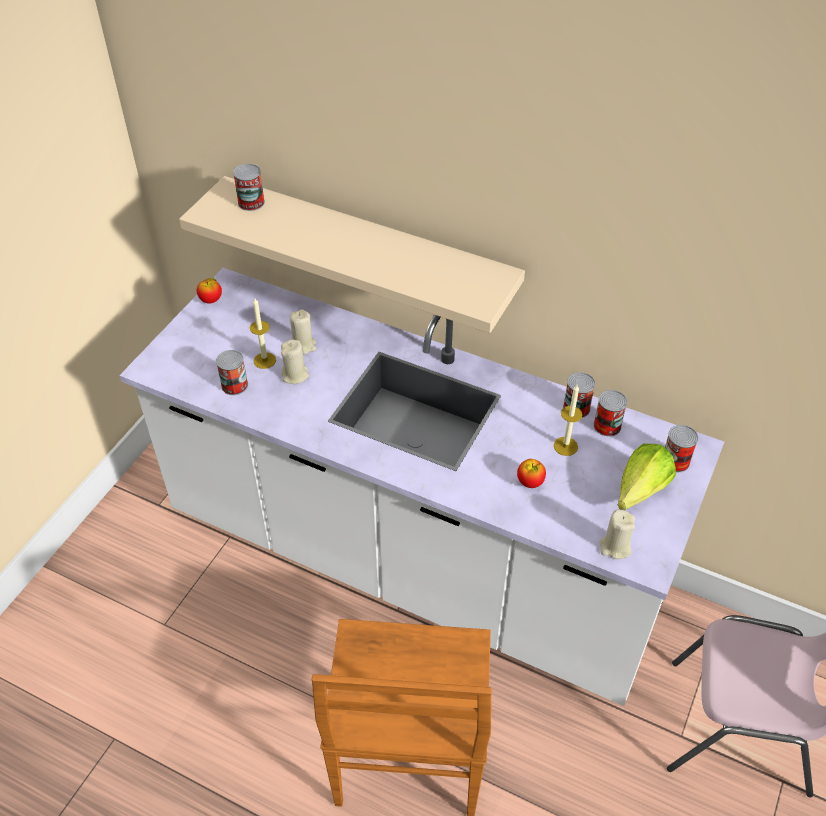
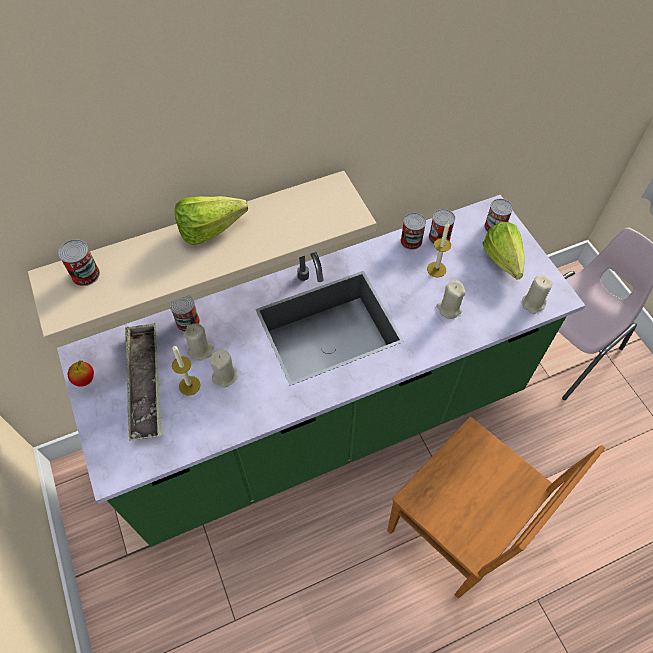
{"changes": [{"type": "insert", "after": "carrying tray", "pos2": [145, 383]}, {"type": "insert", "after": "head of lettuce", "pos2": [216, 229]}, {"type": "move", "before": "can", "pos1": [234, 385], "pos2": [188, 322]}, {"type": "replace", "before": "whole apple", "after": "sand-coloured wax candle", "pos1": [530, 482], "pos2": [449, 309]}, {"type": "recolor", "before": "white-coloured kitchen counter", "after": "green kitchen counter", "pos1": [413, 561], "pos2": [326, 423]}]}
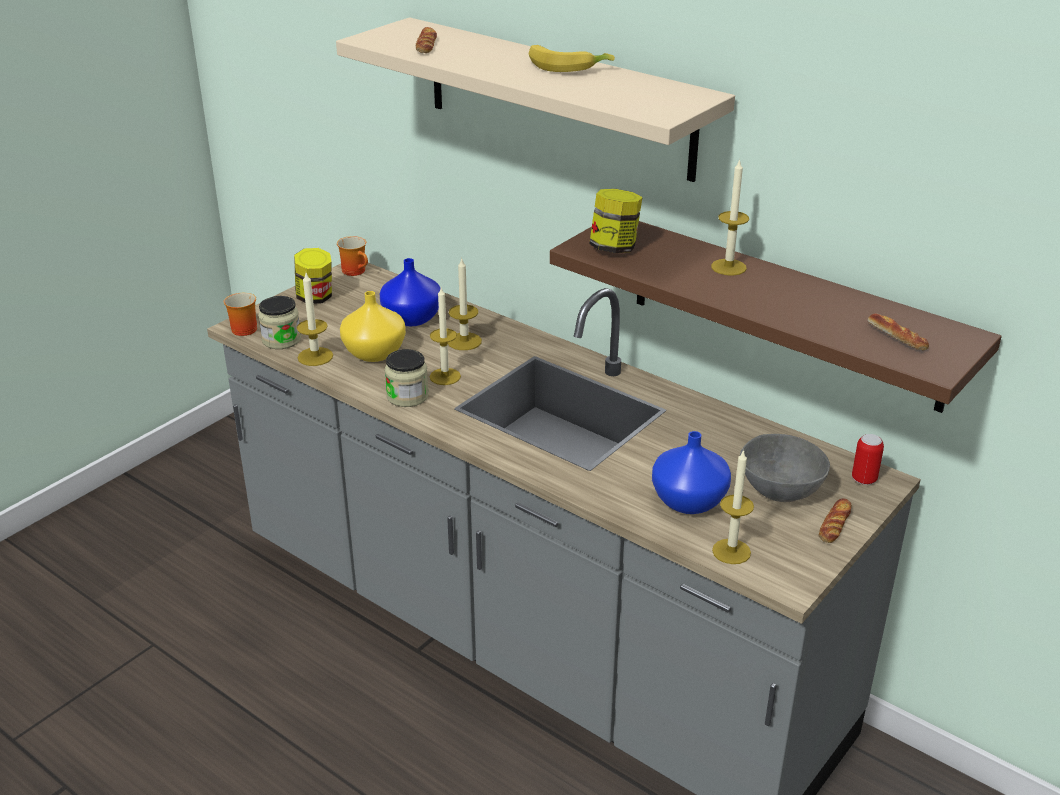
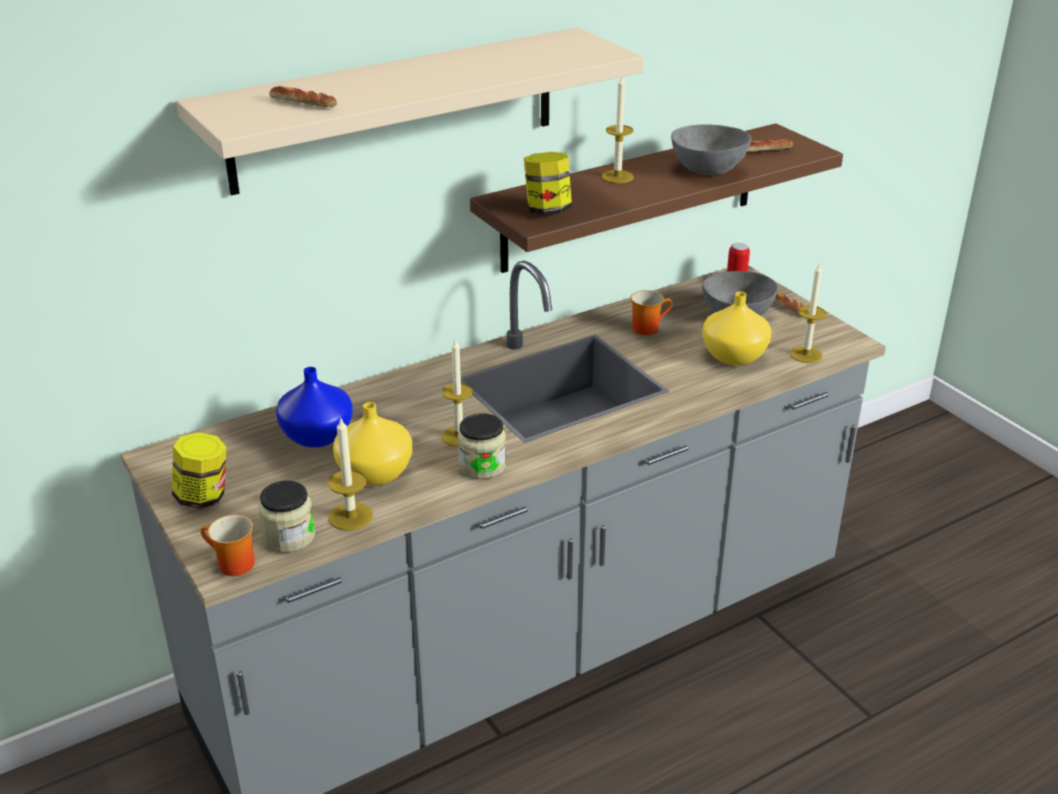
{"changes": [{"type": "delete", "before": "wax candle", "pos1": [464, 341]}, {"type": "delete", "before": "banana", "pos1": [567, 67]}, {"type": "insert", "after": "gray bowl", "pos2": [709, 171]}, {"type": "move", "before": "tea mug", "pos1": [357, 271], "pos2": [647, 327]}, {"type": "recolor", "before": "blue-coloured flower vase", "after": "yellow-coloured flower vase", "pos1": [687, 501], "pos2": [734, 357]}]}
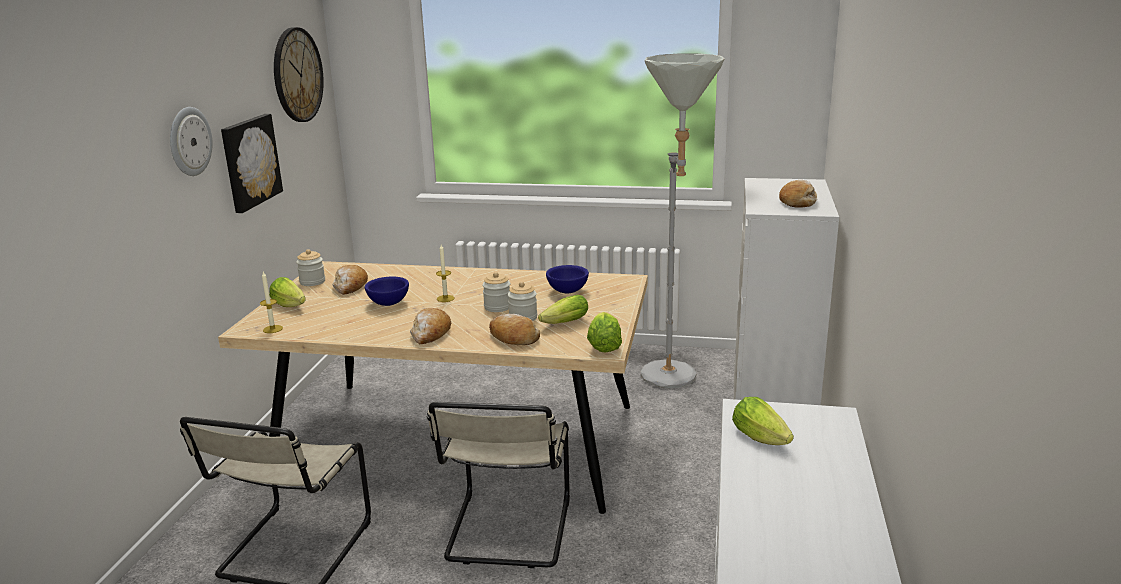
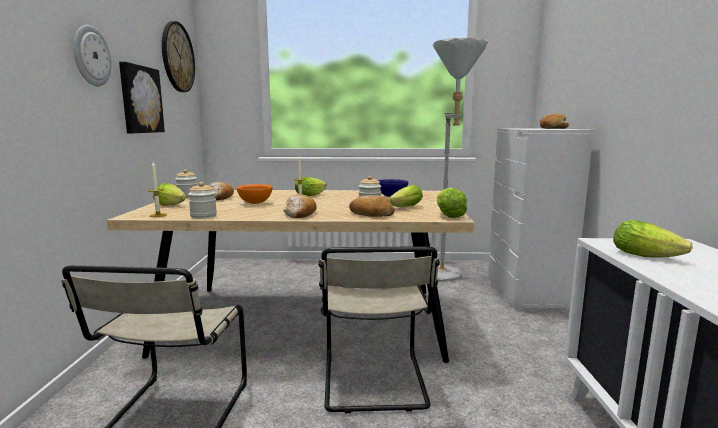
{"changes": [{"type": "insert", "after": "head of lettuce", "pos2": [312, 195]}, {"type": "move", "before": "preserve jar", "pos1": [497, 307], "pos2": [203, 216]}, {"type": "recolor", "before": "blue-coloured bowl", "after": "orange bowl", "pos1": [389, 303], "pos2": [256, 203]}]}
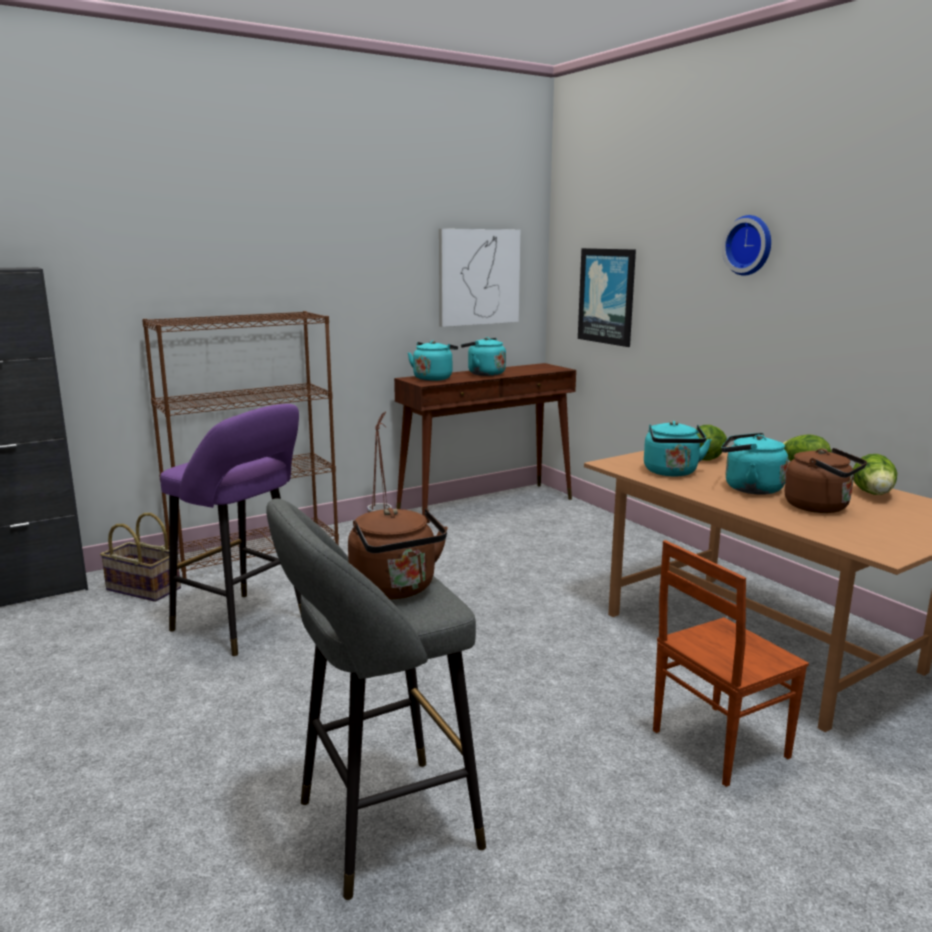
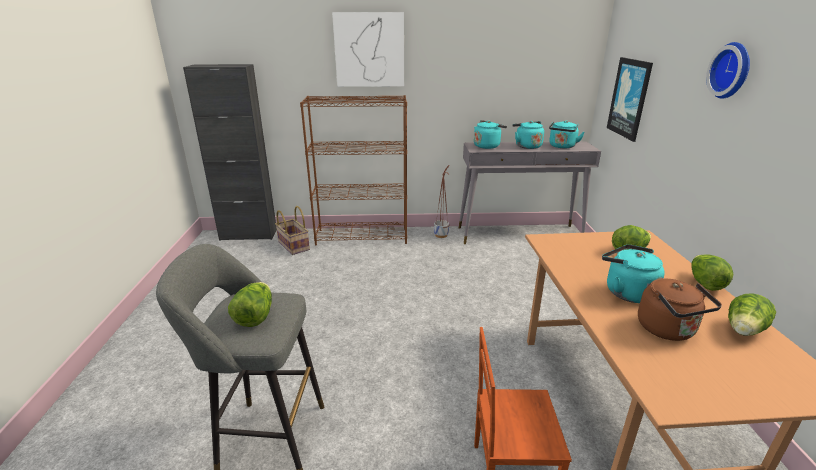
{"changes": [{"type": "delete", "before": "purplish stool", "pos1": [245, 625]}, {"type": "move", "before": "picture", "pos1": [478, 277], "pos2": [369, 50]}, {"type": "move", "before": "blue-green water kettle", "pos1": [671, 473], "pos2": [562, 146]}, {"type": "replace", "before": "brown water kettle", "after": "head of lettuce", "pos1": [396, 589], "pos2": [255, 316]}, {"type": "recolor", "before": "brown console table", "after": "gray console table", "pos1": [487, 506], "pos2": [520, 234]}]}
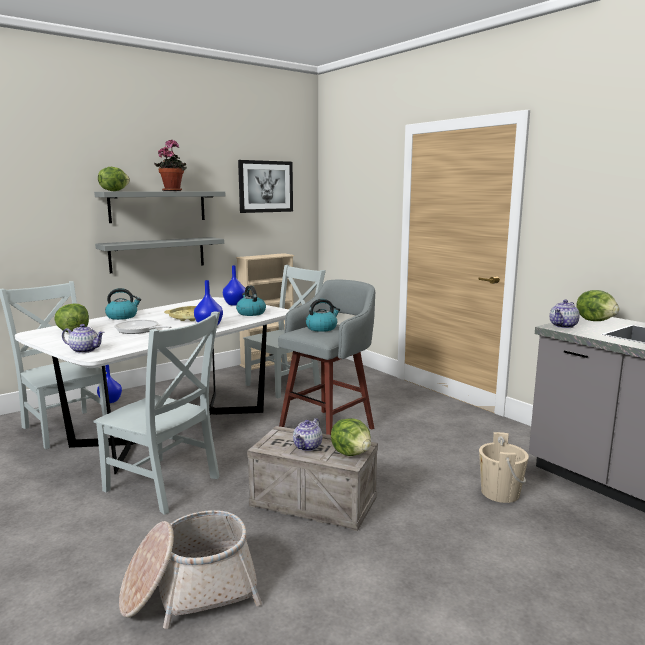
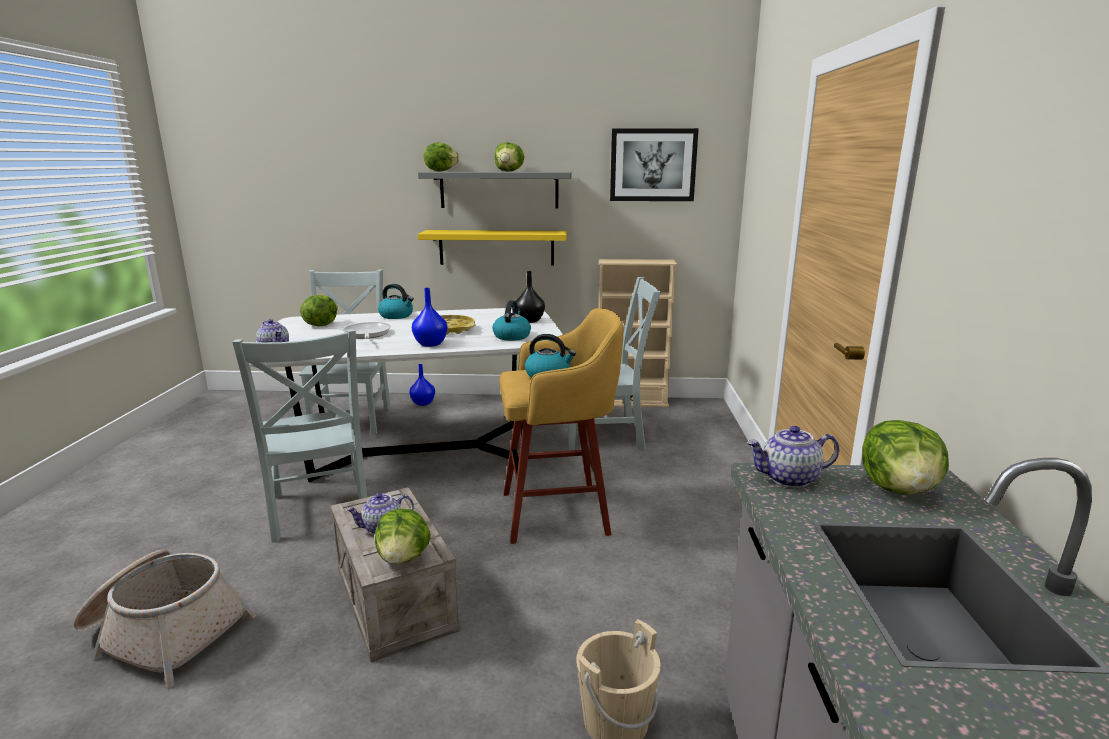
{"changes": [{"type": "replace", "before": "potted plant", "after": "head of lettuce", "pos1": [173, 191], "pos2": [509, 171]}, {"type": "recolor", "before": "gray shelf", "after": "yellow-coloured shelf", "pos1": [157, 254], "pos2": [496, 247]}, {"type": "recolor", "before": "blue-coloured flower vase", "after": "black-coloured flower vase", "pos1": [235, 304], "pos2": [529, 321]}, {"type": "recolor", "before": "gray stool", "after": "yellow-coloured stool", "pos1": [329, 428], "pos2": [559, 513]}]}
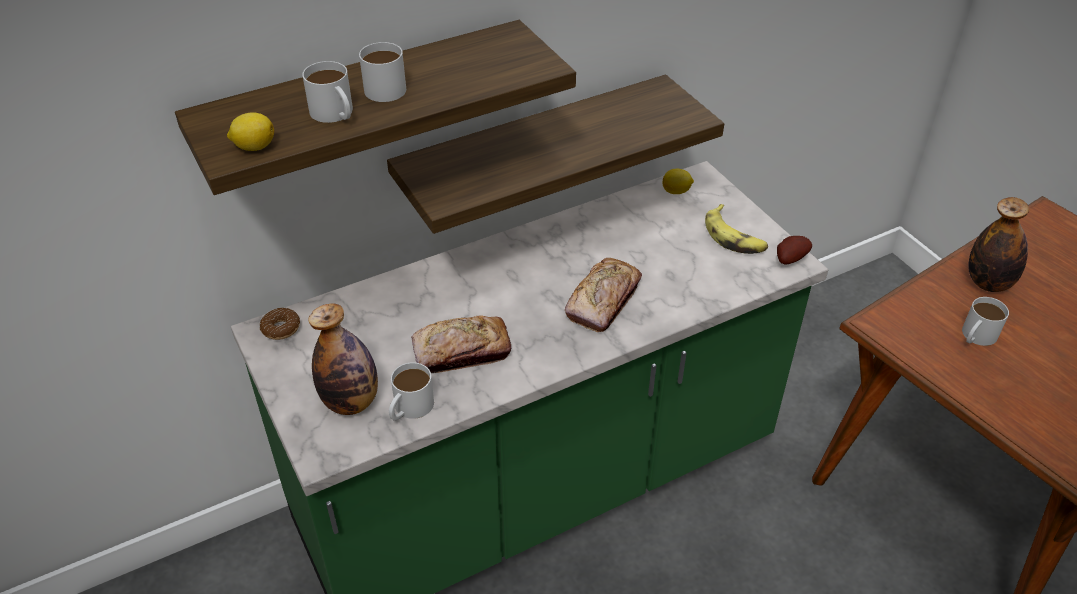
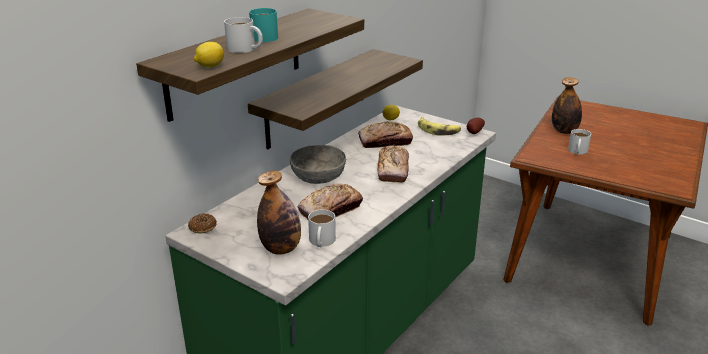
{"changes": [{"type": "insert", "after": "gray bowl", "pos2": [318, 177]}, {"type": "insert", "after": "baked bread", "pos2": [385, 141]}, {"type": "recolor", "before": "white-coloured tea mug", "after": "blue-green tea mug", "pos1": [388, 85], "pos2": [264, 36]}]}
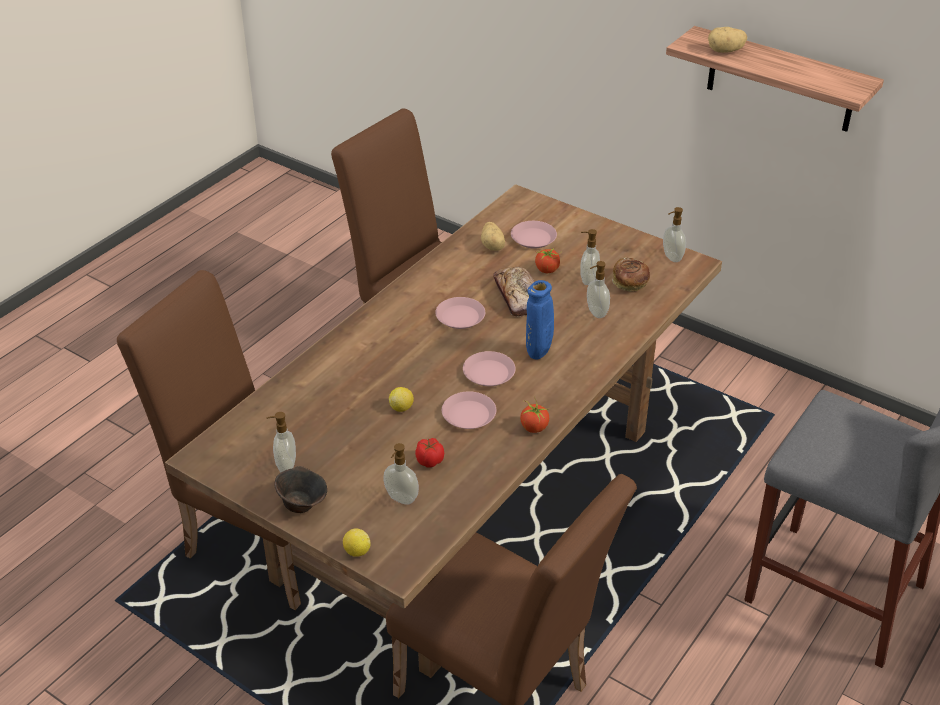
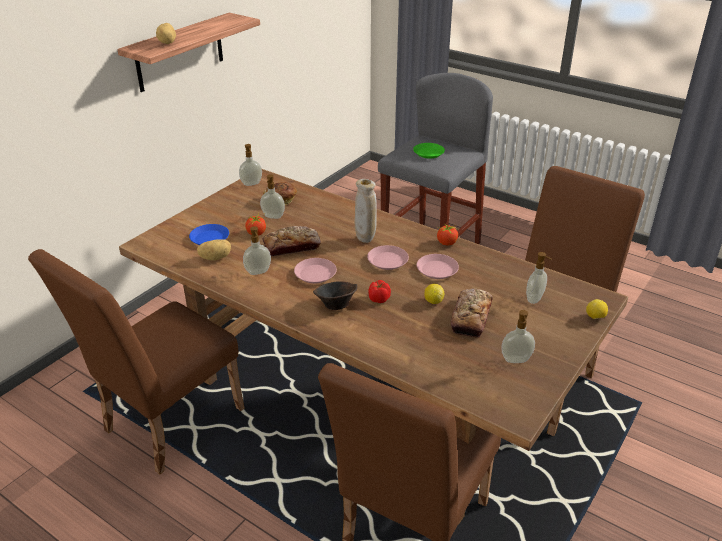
{"changes": [{"type": "insert", "after": "green dinner plate", "pos2": [428, 153]}, {"type": "insert", "after": "baked bread", "pos2": [471, 317]}, {"type": "move", "before": "brown bowl", "pos1": [302, 503], "pos2": [335, 305]}, {"type": "move", "before": "tomato", "pos1": [429, 460], "pos2": [378, 299]}, {"type": "move", "before": "liquid soap bottle", "pos1": [596, 312], "pos2": [258, 272]}, {"type": "recolor", "before": "pink-coloured dinner plate", "after": "blue-coloured dinner plate", "pos1": [533, 238], "pos2": [209, 238]}, {"type": "recolor", "before": "blue-coloured flower vase", "after": "sand-coloured flower vase", "pos1": [538, 355], "pos2": [365, 239]}]}
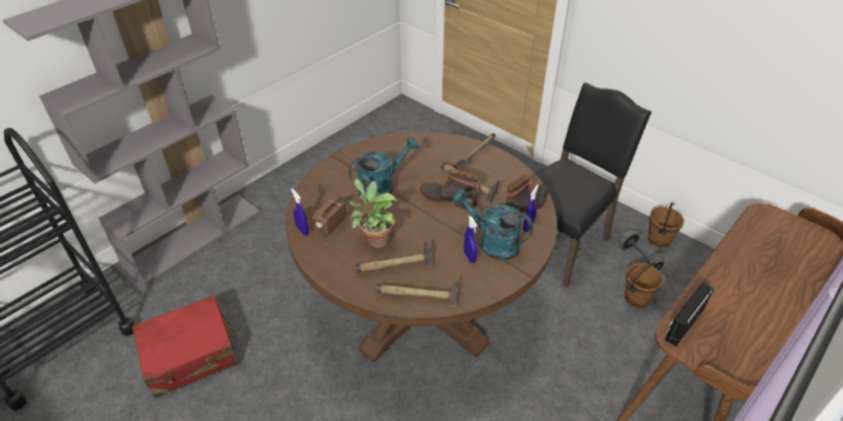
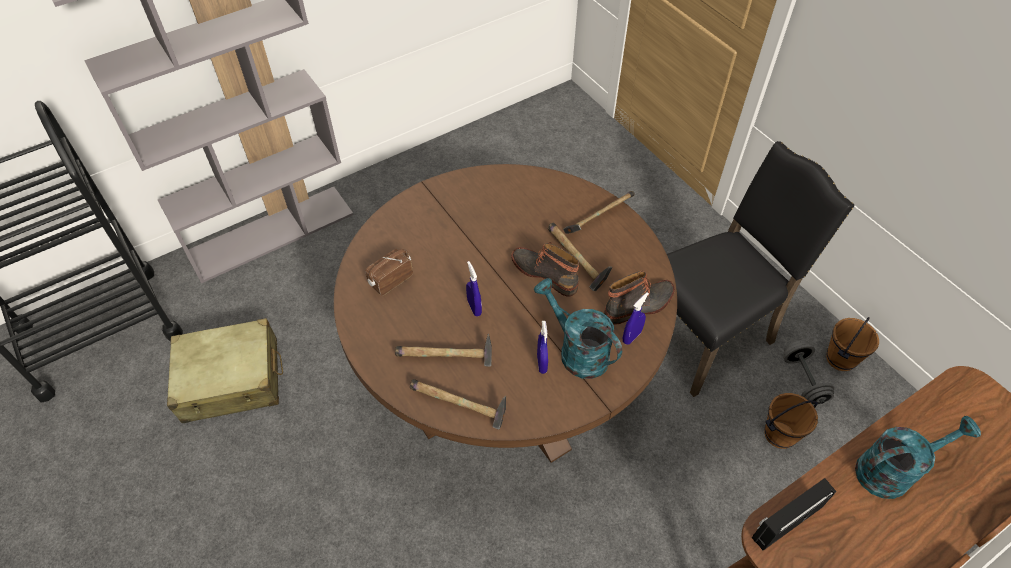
{"changes": [{"type": "delete", "before": "potted plant", "pos1": [374, 239]}, {"type": "move", "before": "blue-coloured sprayer", "pos1": [302, 230], "pos2": [474, 308]}, {"type": "move", "before": "blue-green sprinkling can", "pos1": [381, 187], "pos2": [892, 470]}, {"type": "recolor", "before": "red-coloured suitcase", "after": "sand-coloured suitcase", "pos1": [191, 355], "pos2": [231, 380]}]}
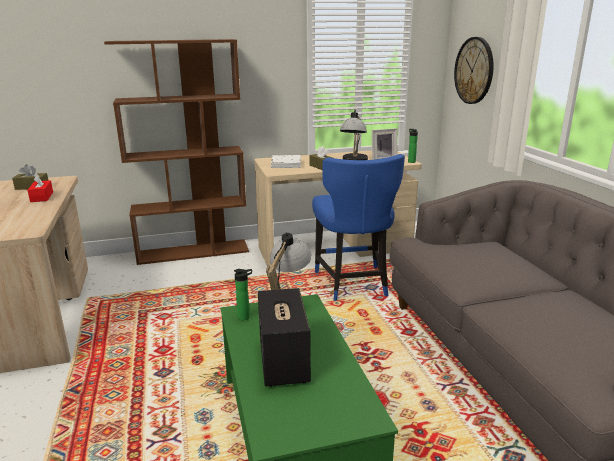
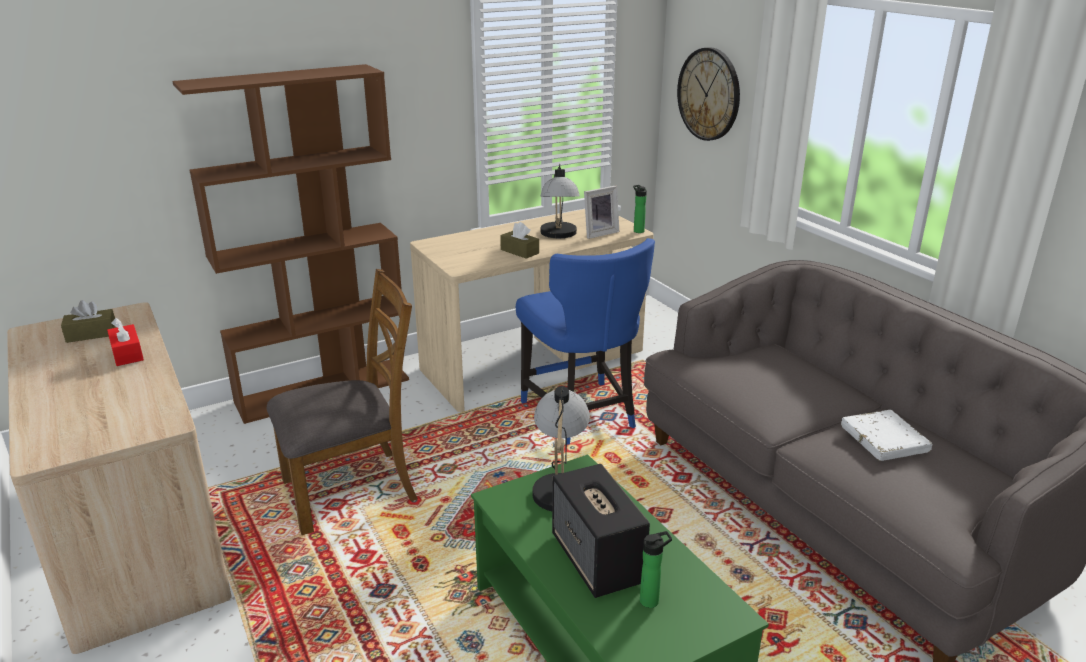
{"changes": [{"type": "insert", "after": "brown upright chair", "pos2": [351, 489]}, {"type": "move", "before": "beverage bottle", "pos1": [245, 317], "pos2": [652, 600]}, {"type": "move", "before": "white-coloured book", "pos1": [286, 164], "pos2": [884, 439]}]}
